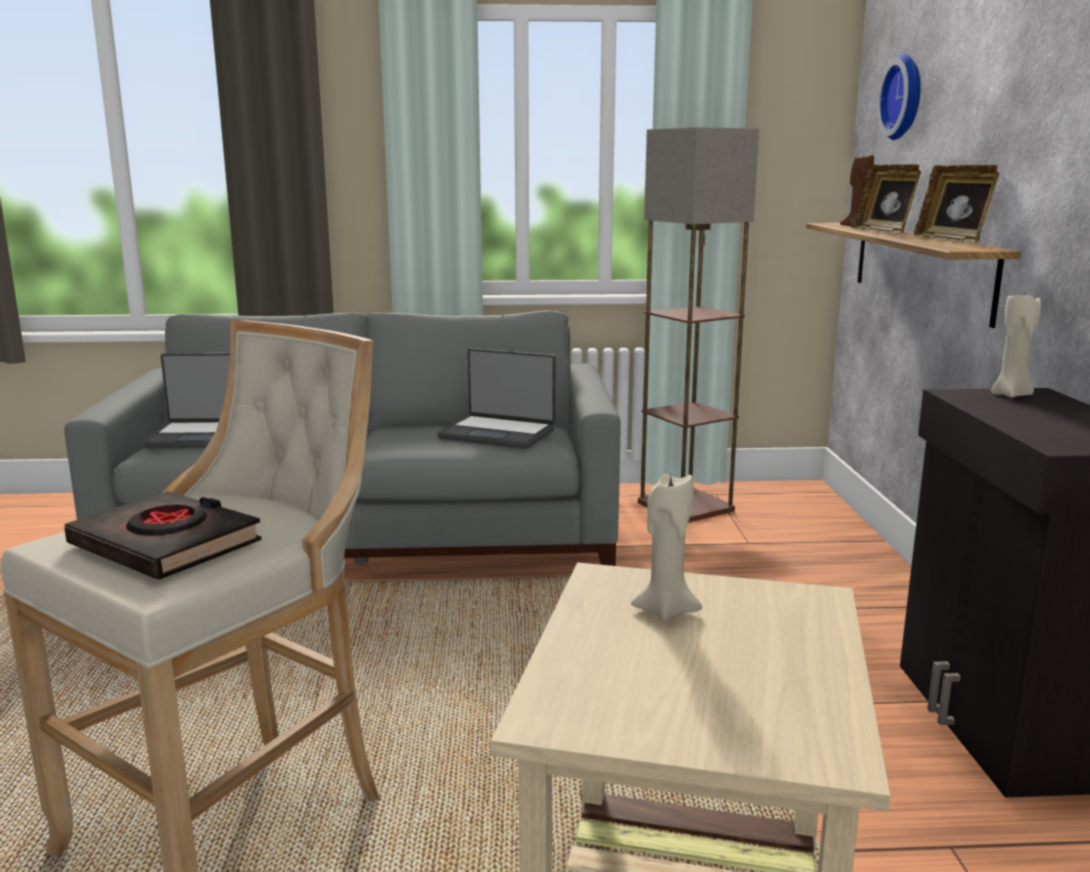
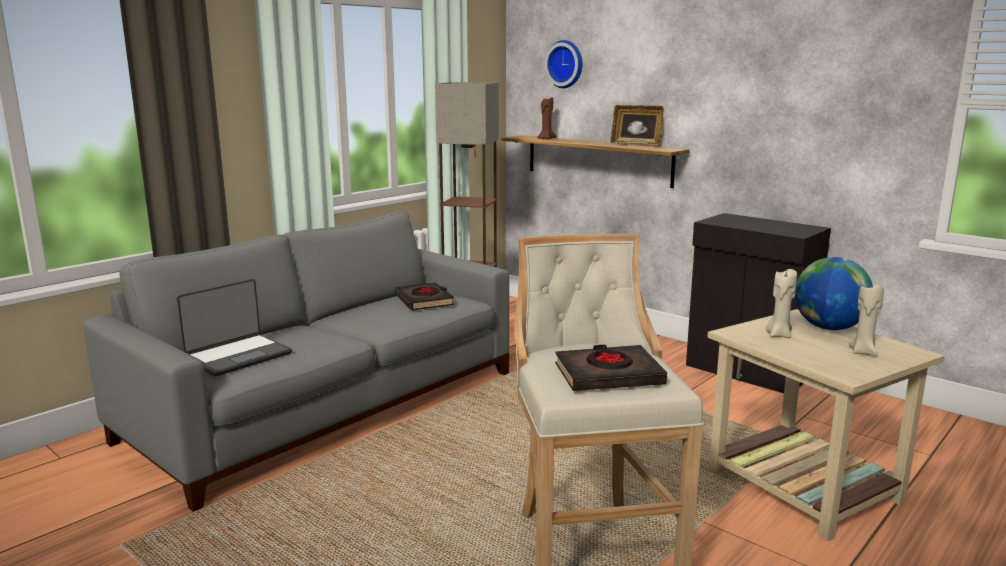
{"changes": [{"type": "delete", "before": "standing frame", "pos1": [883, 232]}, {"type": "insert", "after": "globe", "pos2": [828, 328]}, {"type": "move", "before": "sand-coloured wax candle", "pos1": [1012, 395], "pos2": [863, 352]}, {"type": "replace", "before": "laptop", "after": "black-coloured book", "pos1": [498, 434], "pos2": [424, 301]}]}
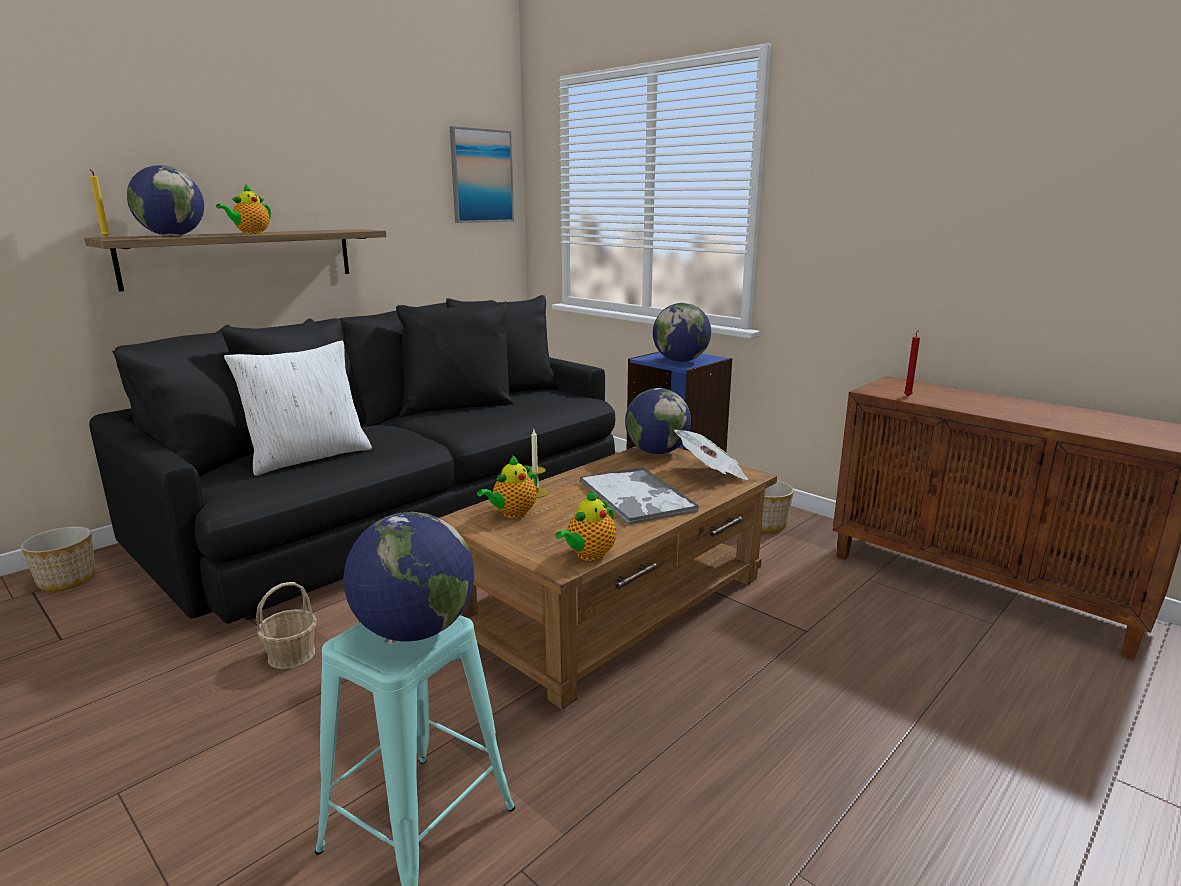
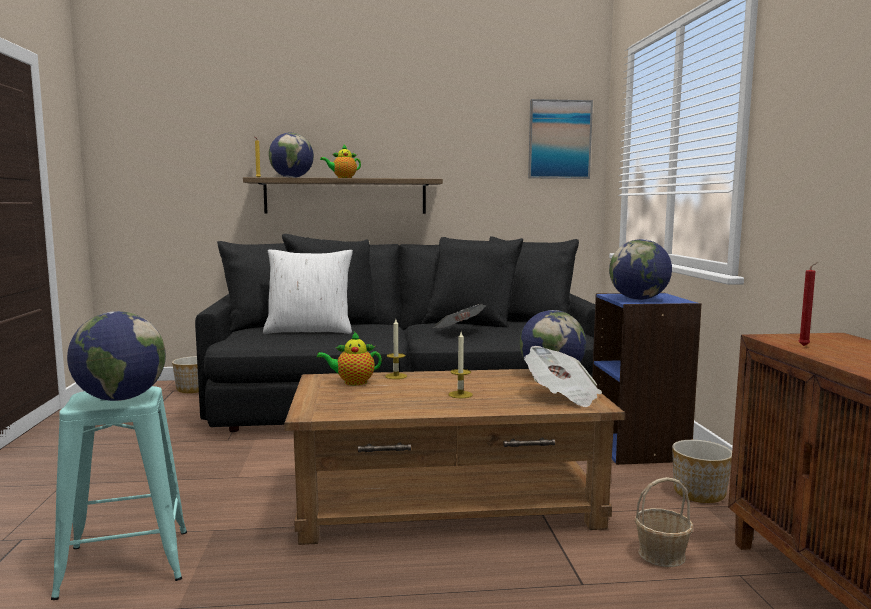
{"changes": [{"type": "delete", "before": "tea pot", "pos1": [589, 555]}, {"type": "insert", "after": "newspaper", "pos2": [458, 331]}, {"type": "move", "before": "storage basket", "pos1": [292, 655], "pos2": [662, 555]}, {"type": "replace", "before": "carrying tray", "after": "wax candle", "pos1": [637, 497], "pos2": [460, 394]}]}
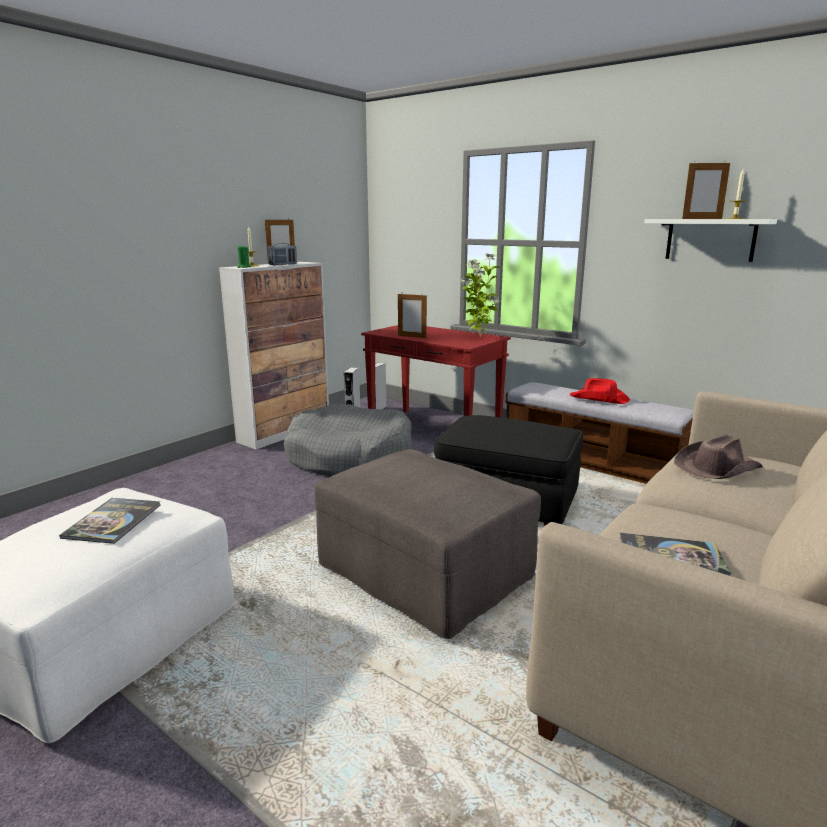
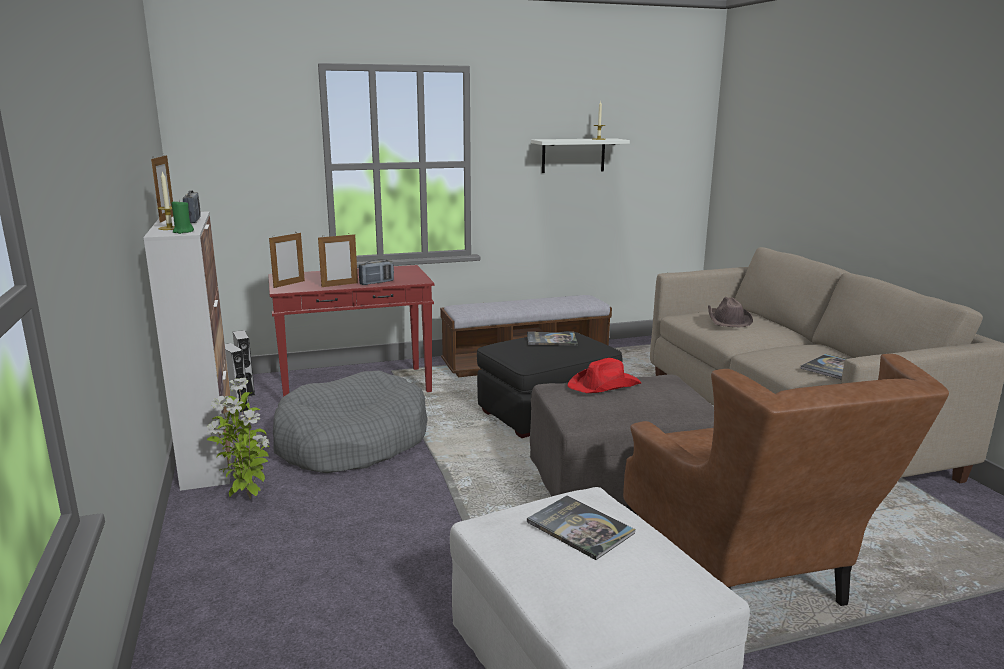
{"changes": [{"type": "insert", "after": "radio set", "pos2": [377, 283]}, {"type": "insert", "after": "book", "pos2": [551, 340]}, {"type": "insert", "after": "brown armchair", "pos2": [747, 577]}, {"type": "move", "before": "potted plant", "pos1": [478, 337], "pos2": [248, 499]}, {"type": "move", "before": "red-coloured clothing hat", "pos1": [599, 399], "pos2": [605, 385]}, {"type": "move", "before": "standing frame", "pos1": [701, 218], "pos2": [289, 284]}]}
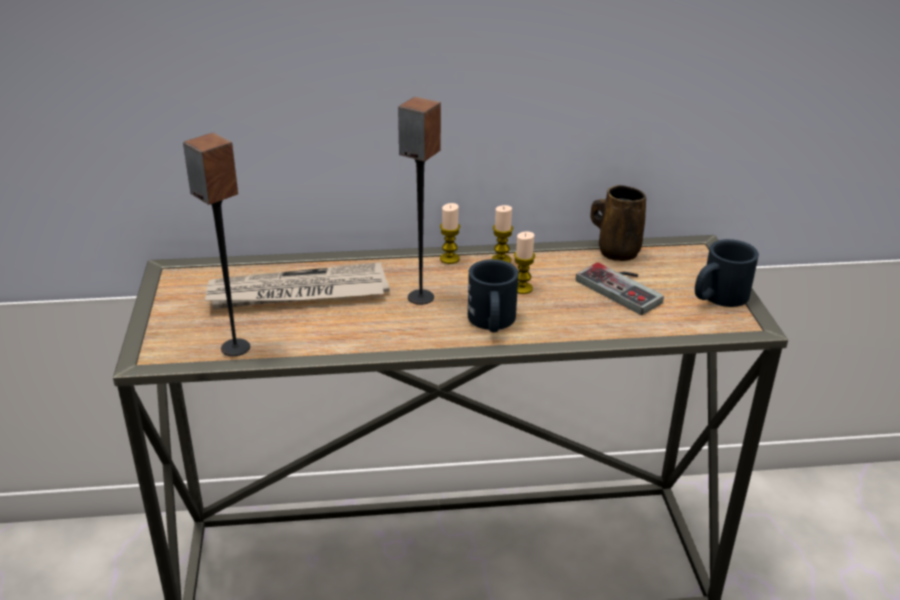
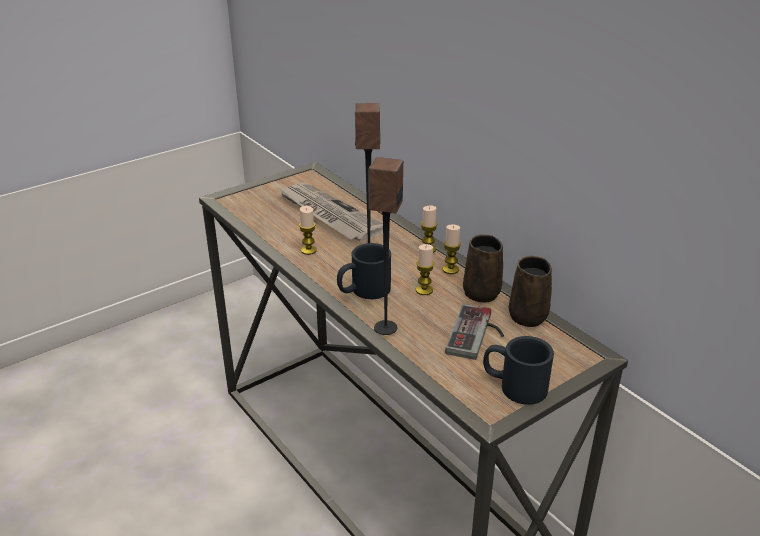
{"changes": [{"type": "insert", "after": "wax candle", "pos2": [308, 250]}, {"type": "insert", "after": "brown tea mug", "pos2": [480, 291]}, {"type": "move", "before": "loudspeaker", "pos1": [235, 348], "pos2": [385, 327]}]}
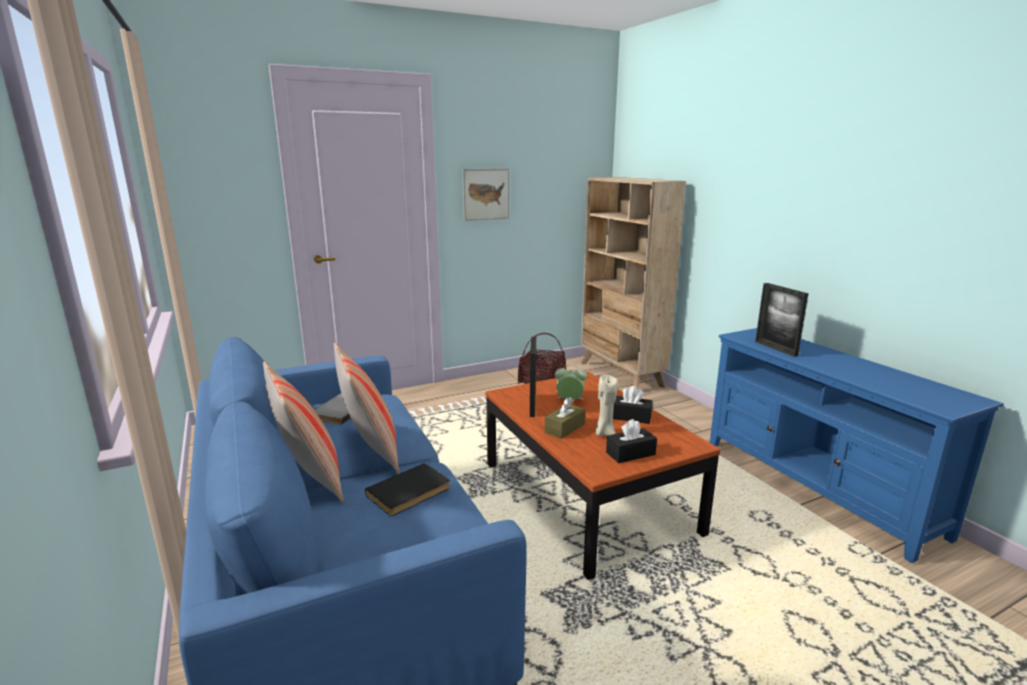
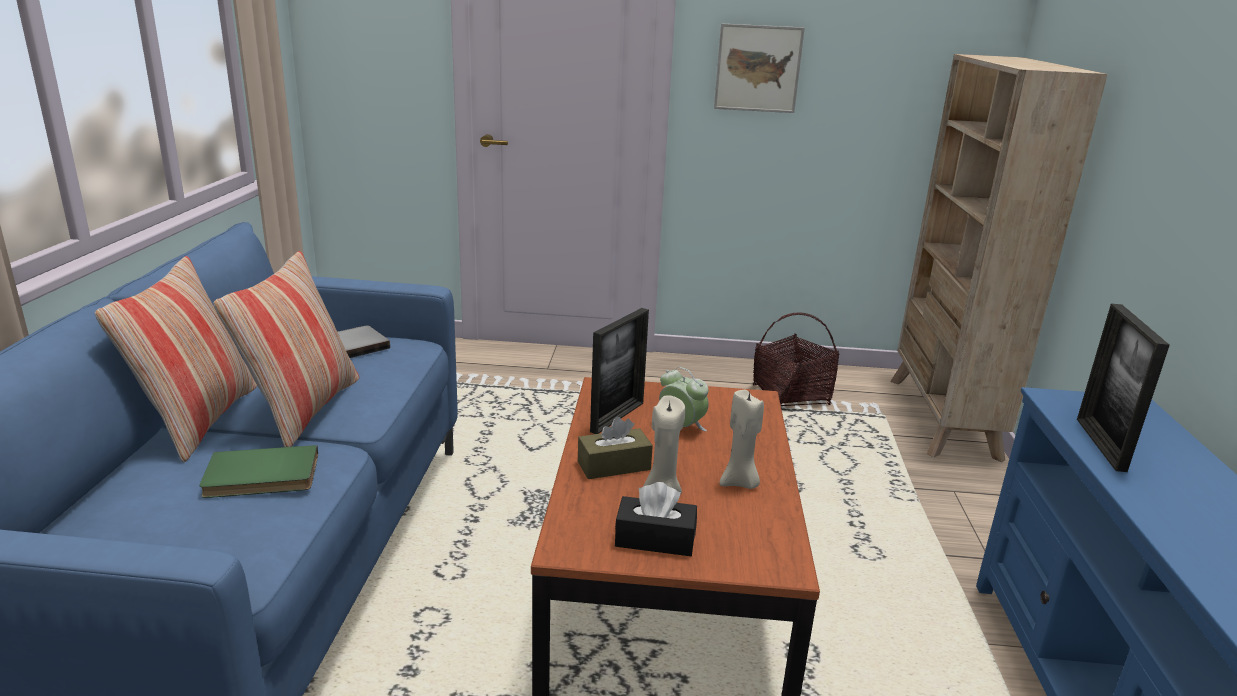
{"changes": [{"type": "replace", "before": "black-coloured tissue holder", "after": "sand-coloured wax candle", "pos1": [630, 417], "pos2": [740, 483]}, {"type": "recolor", "before": "black-coloured book", "after": "green book", "pos1": [410, 492], "pos2": [261, 477]}]}
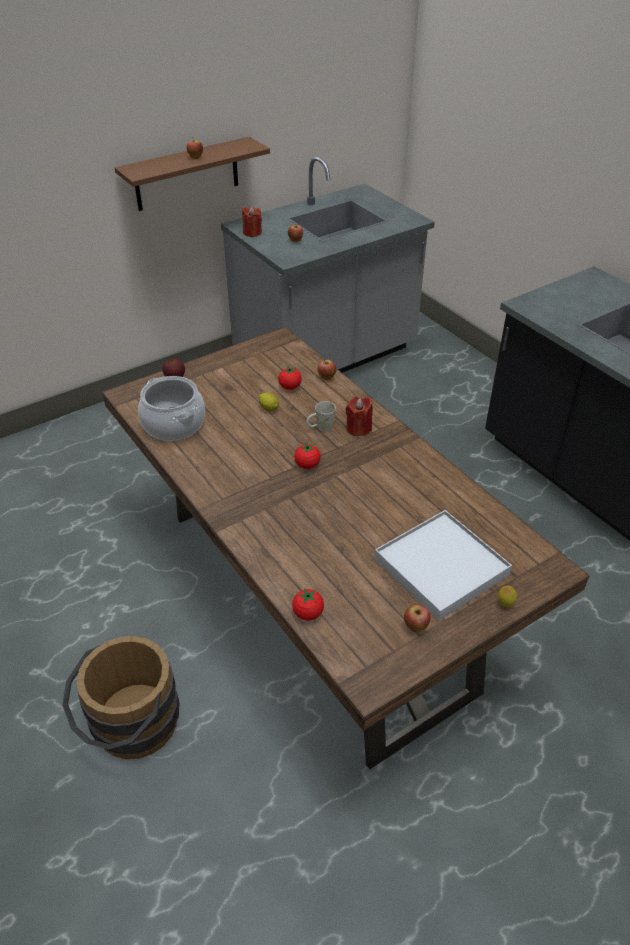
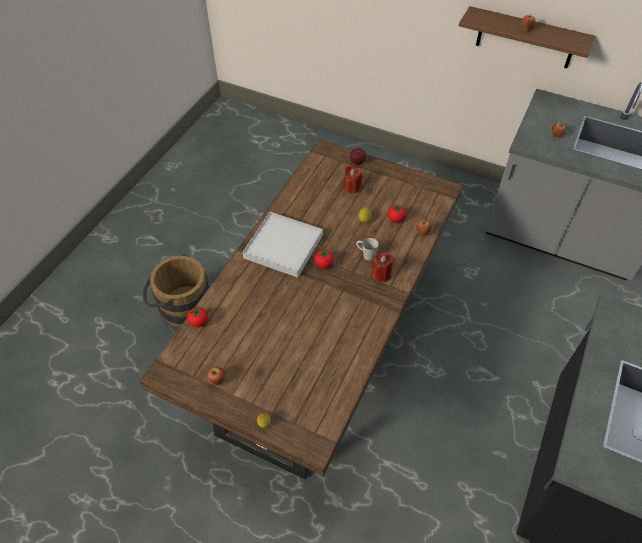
{"changes": [{"type": "delete", "before": "cooking pot", "pos1": [173, 424]}, {"type": "move", "before": "red-coloured wax candle", "pos1": [252, 232], "pos2": [352, 187]}, {"type": "move", "before": "white-coloured carrying tray", "pos1": [440, 567], "pos2": [283, 246]}]}
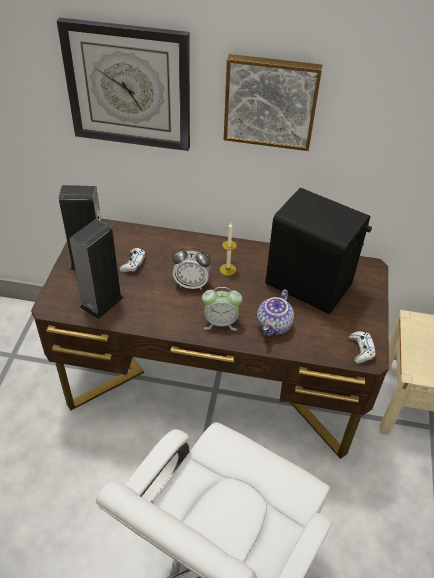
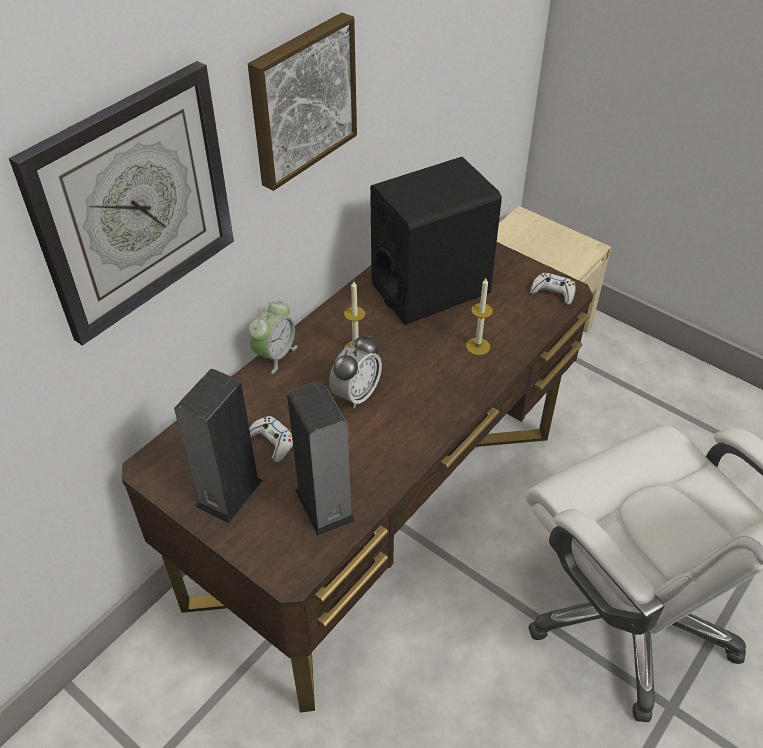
{"changes": [{"type": "move", "before": "bedside clock", "pos1": [220, 322], "pos2": [275, 355]}, {"type": "replace", "before": "tea pot", "after": "wax candle", "pos1": [274, 326], "pos2": [478, 346]}]}
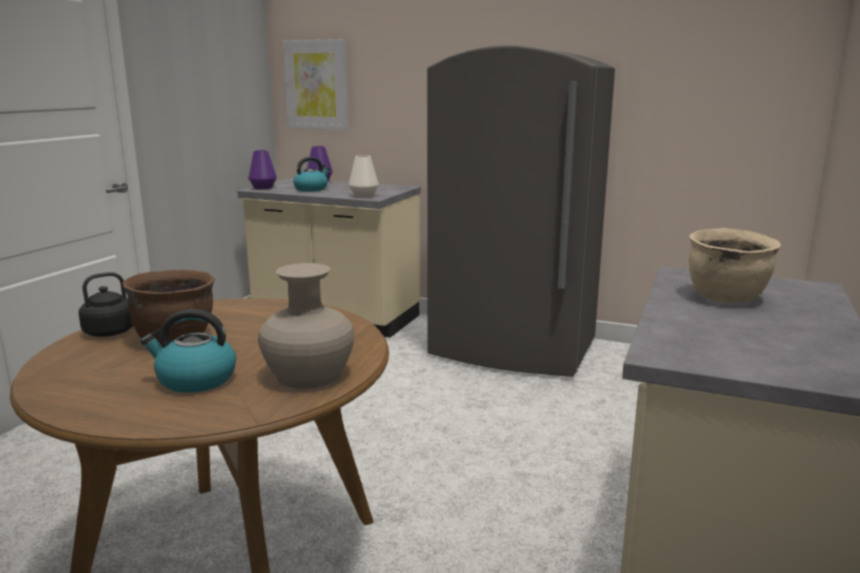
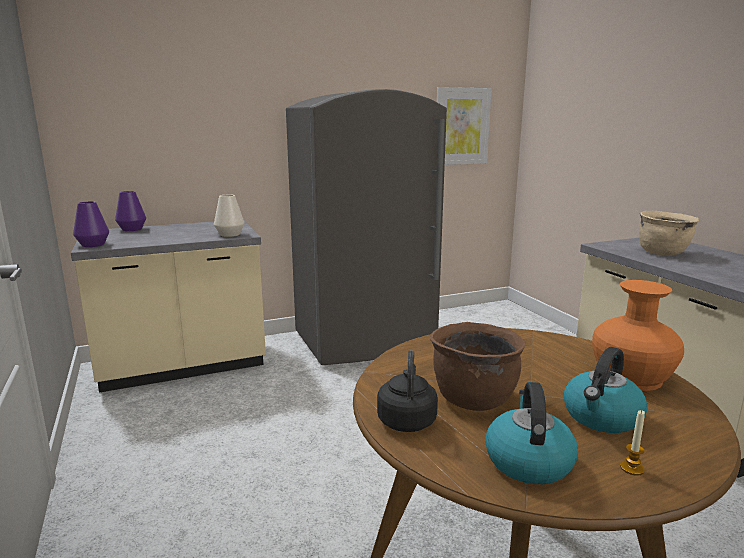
{"changes": [{"type": "insert", "after": "wax candle", "pos2": [632, 468]}, {"type": "move", "before": "picture", "pos1": [316, 85], "pos2": [461, 126]}, {"type": "move", "before": "water kettle", "pos1": [311, 189], "pos2": [528, 461]}, {"type": "recolor", "before": "sand-coloured flower vase", "after": "orange flower vase", "pos1": [308, 375], "pos2": [631, 377]}]}
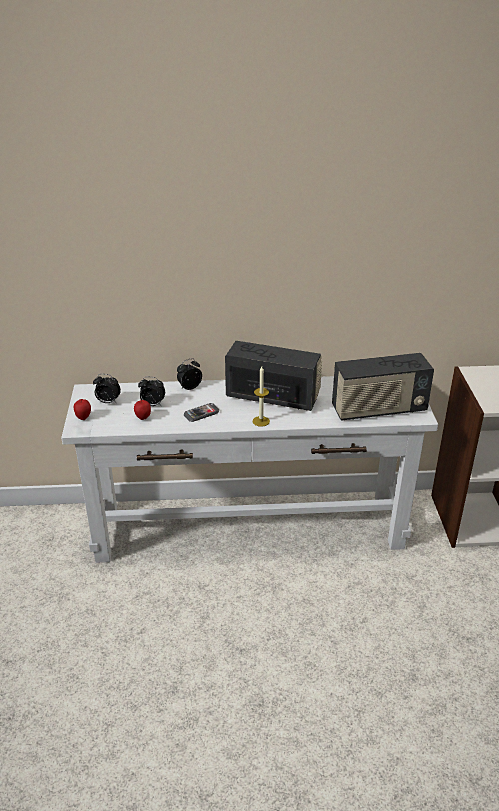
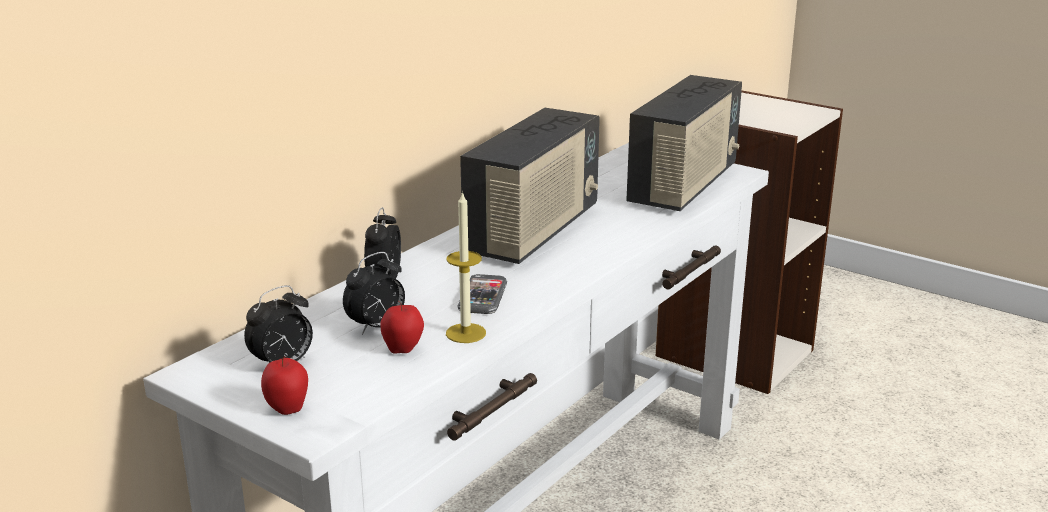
{"changes": [{"type": "move", "before": "wax candle", "pos1": [261, 421], "pos2": [466, 333]}, {"type": "rotate", "before": "radio set", "pos1": [273, 397], "pos2": [534, 232], "turn": 150}]}
